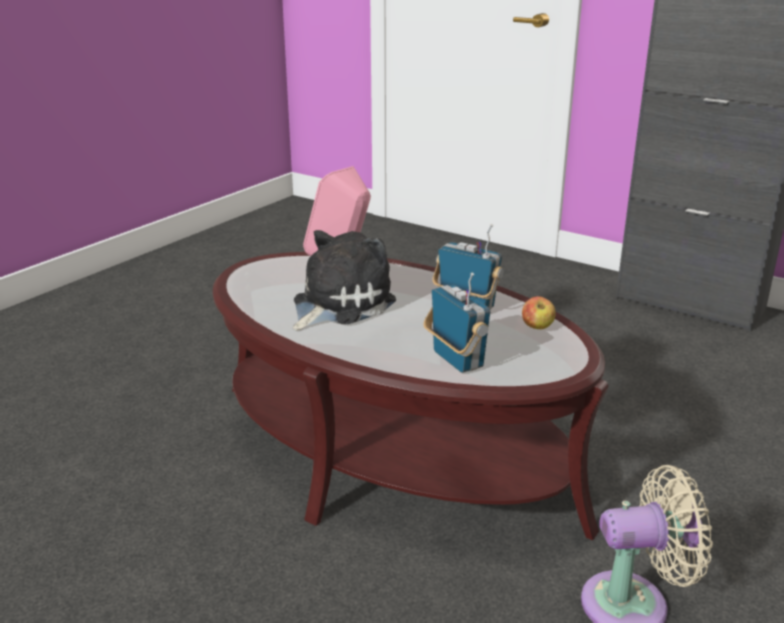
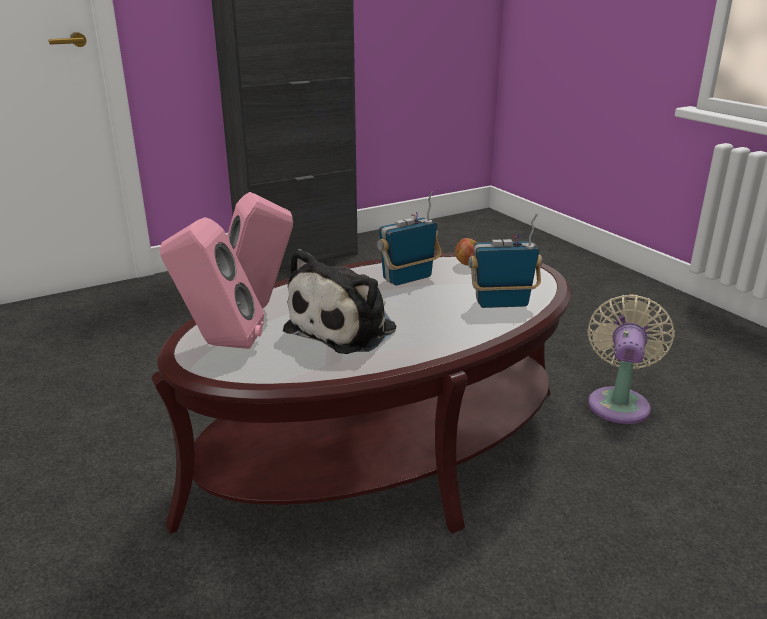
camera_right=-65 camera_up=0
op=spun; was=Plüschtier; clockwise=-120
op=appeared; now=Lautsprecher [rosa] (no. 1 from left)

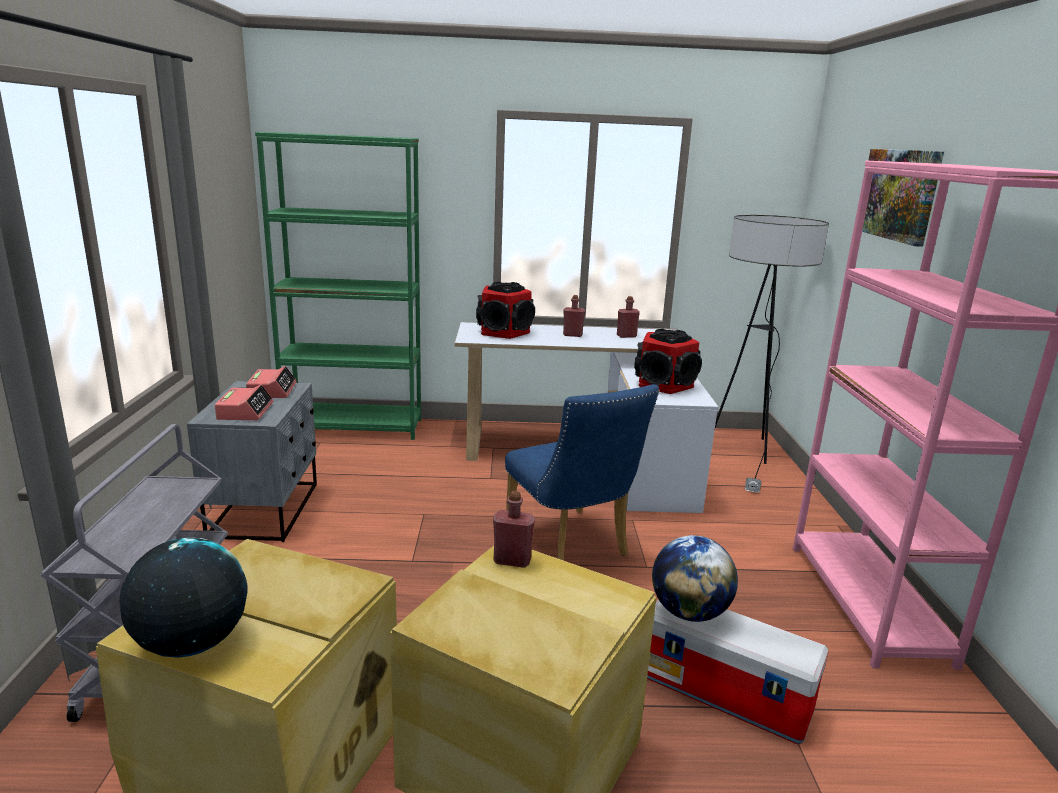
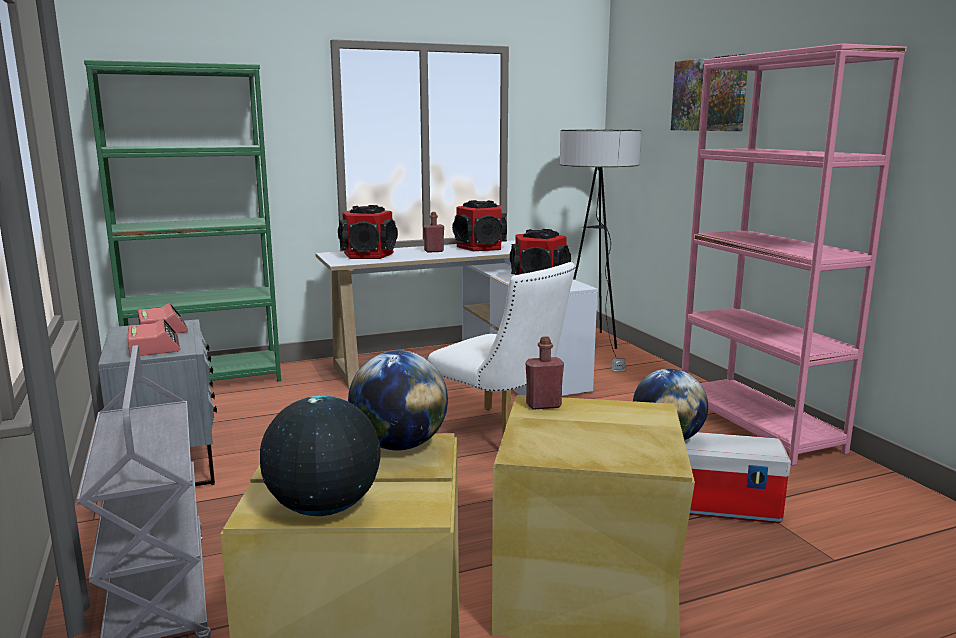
camera_right=-20 camera_up=-5
op=colour; was=Stuhl [blau]; now=Stuhl [weiß]
op=exchanged; was=Flasche [rot] (no. 3 from left); now=Lautsprecher (no. 2 from left)
op=appeared; now=Globus (no. 2 from left)

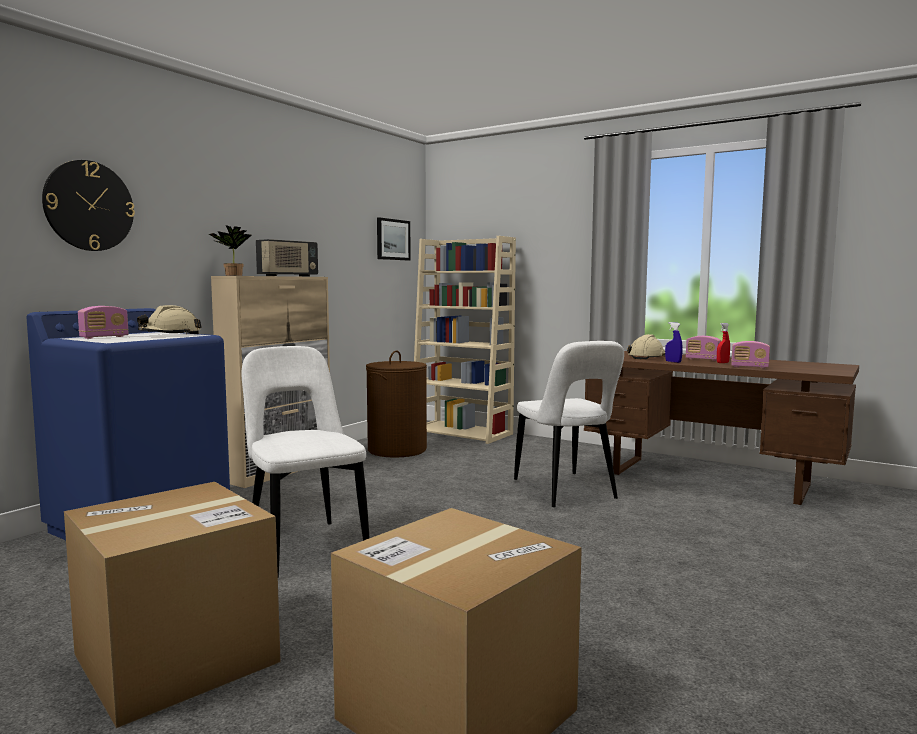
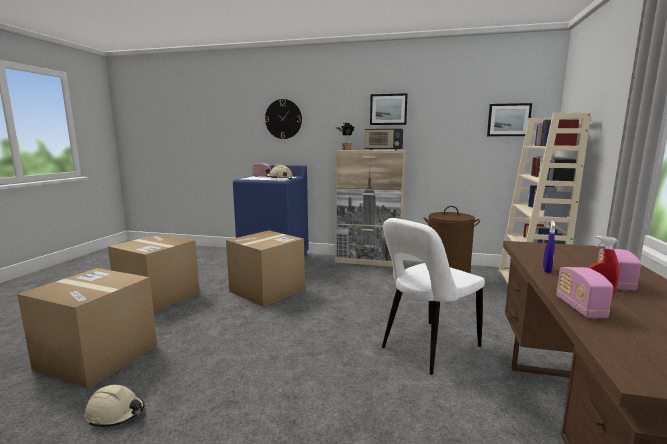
camera_right=70 camera_up=5
op=exchanged; was=Stuhl [weiß] (no. 1 from left); now=Karton (no. 3 from left)
op=relocated; was=Schutzhelm [beige] (no. 2 from left in the first image); now=Schutzhelm [beige] (no. 1 from left)
op=appeared; now=Bild (no. 1 from left)

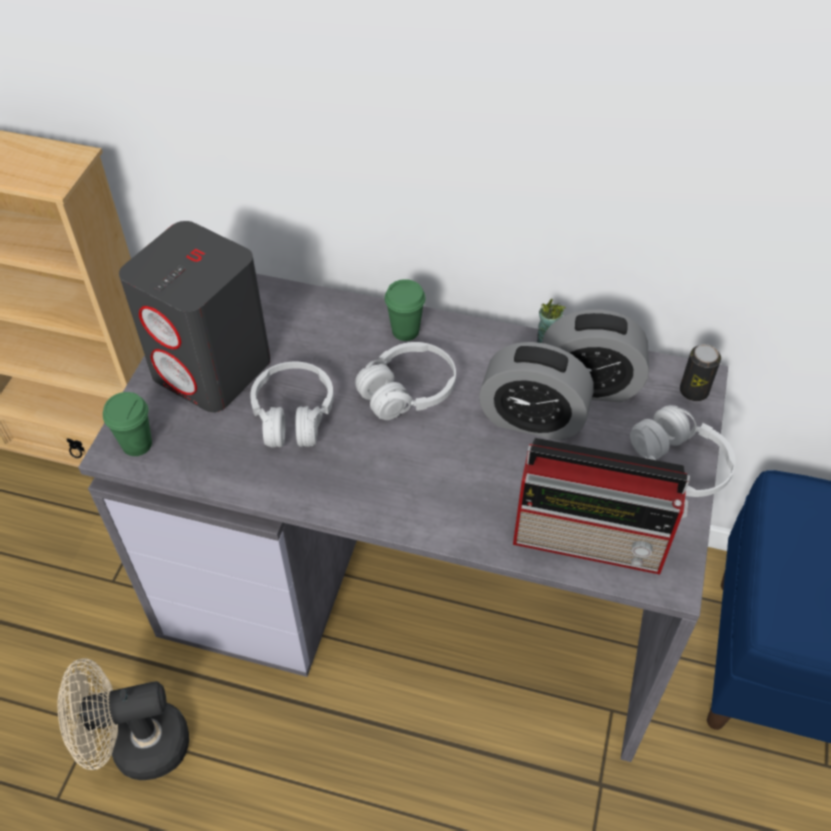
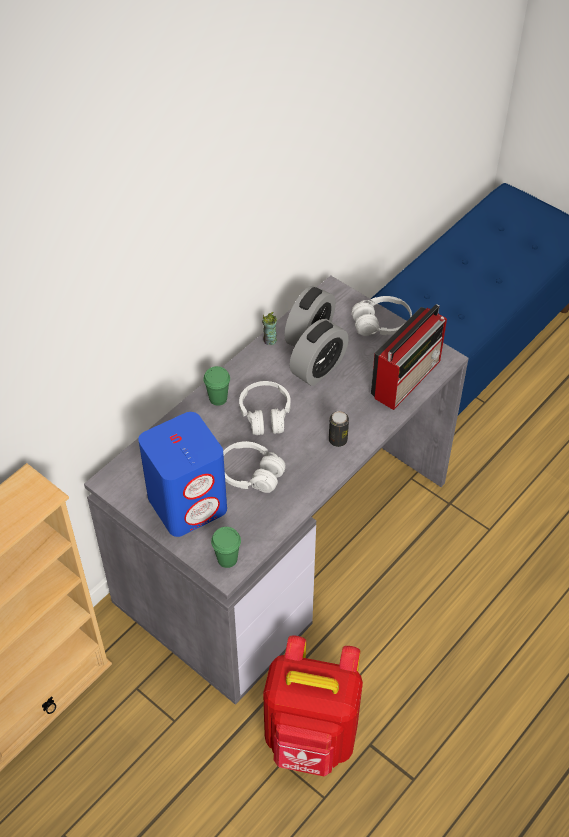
camera_right=-65 camera_up=0
op=exchanged; was=Ventilator [beige]; now=Rucksack [rot]
op=colour; was=Lautsprecher [grau]; now=Lautsprecher [blau]
op=relocated; was=Dose

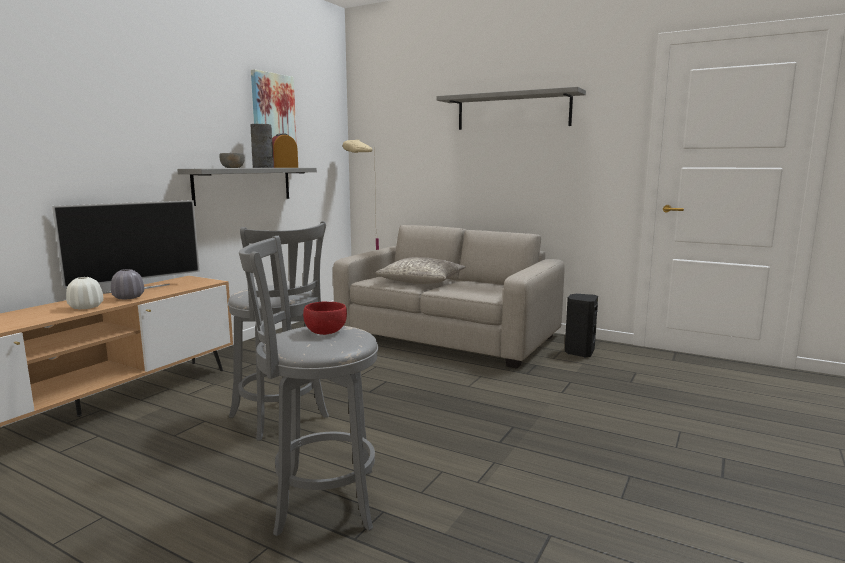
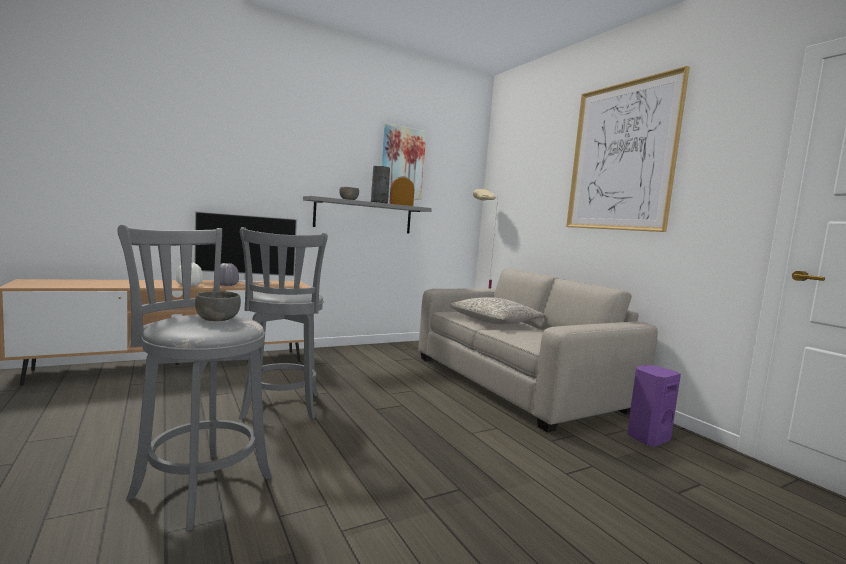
camera_right=30 camera_up=-5
op=colour; was=Schüssel [rot]; now=Schüssel [grau] (no. 1 from left)
op=exchanged; was=Wandregal [grau] (no. 2 from left); now=Bild (no. 2 from left)
op=colour; was=Lautsprecher [schwarz]; now=Lautsprecher [lila]

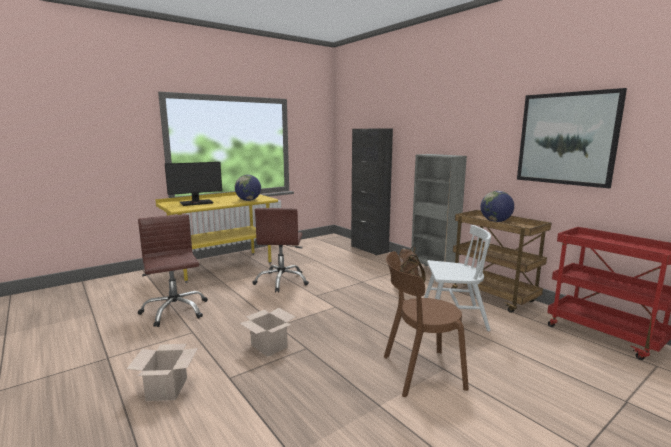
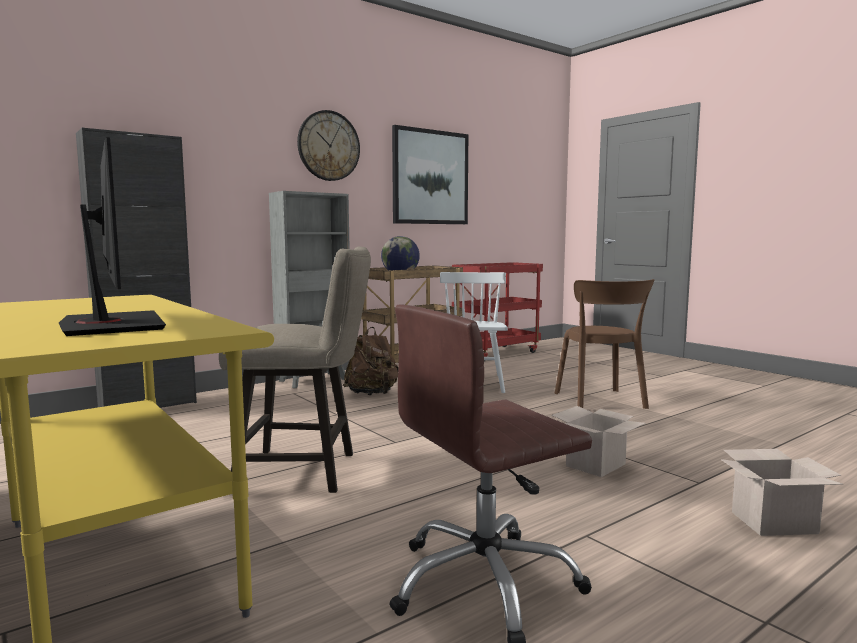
camera_right=-90 camera_up=-5
op=missing; was=Globus (no. 1 from left)
op=exchanged; was=Bürostuhl [braun] (no. 2 from left); now=Hocker [beige]
op=appeared; now=Wanduhr

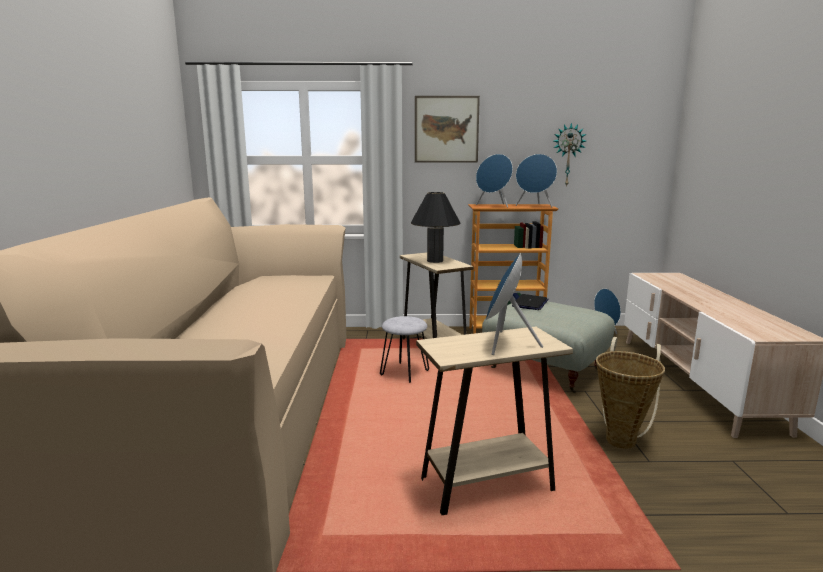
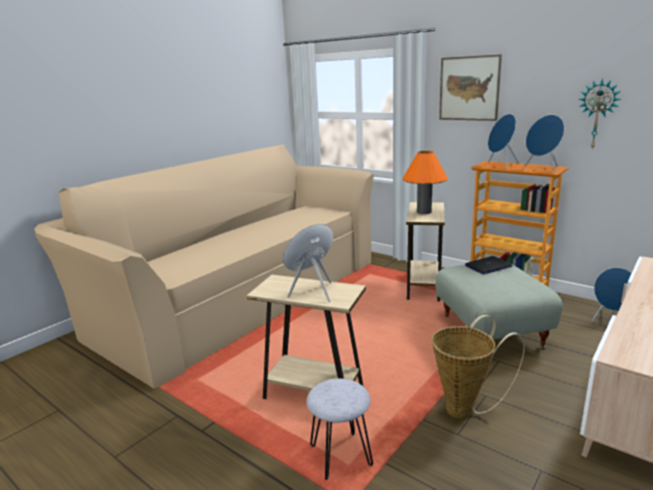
camera_right=40 camera_up=5
op=relocated; was=Hocker [grau]
op=colour; was=Tischlampe [schwarz]; now=Tischlampe [orange]

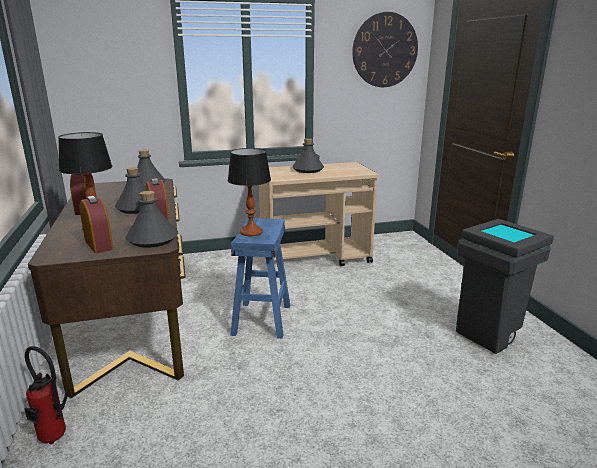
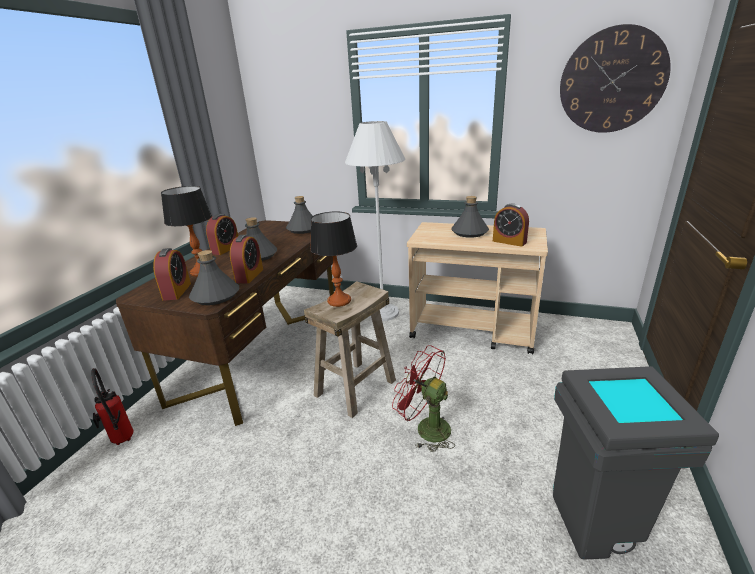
camera_right=35 camera_up=5
op=colour; was=Hocker [blau]; now=Hocker [beige]
op=appeared; now=Stehlampe [weiß]
op=appeared; now=Ventilator [rot]
op=appeared; now=Wecker (no. 4 from left)

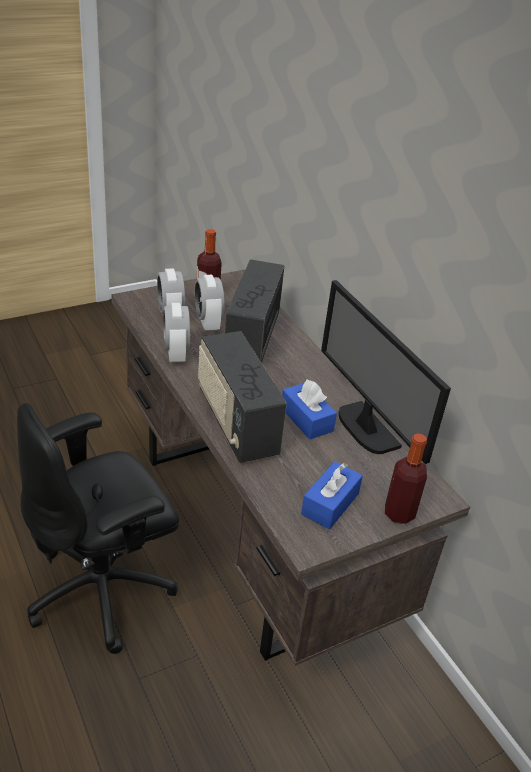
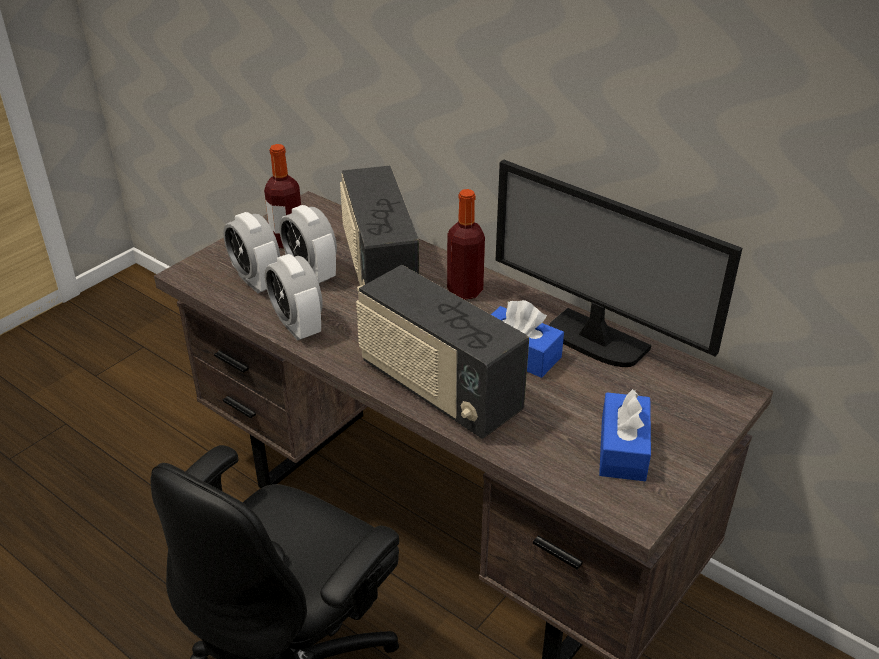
camera_right=-20 camera_up=0
op=relocated; was=Flasche (no. 2 from left)

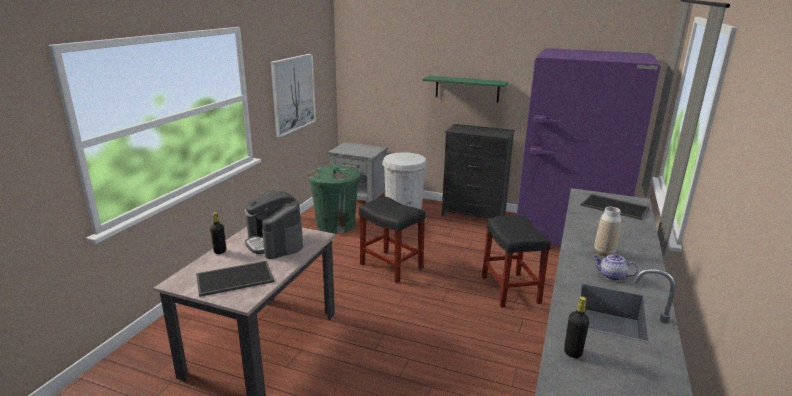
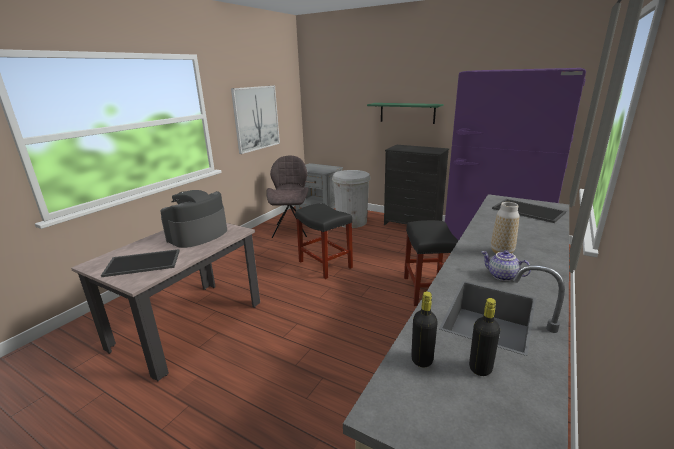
camera_right=10 camera_up=0
op=relocated; was=Flasche [schwarz] (no. 1 from left in the first image); now=Flasche [schwarz] (no. 2 from left)
op=spun; was=Kaffeemaschine; clockwise=60
op=exchanged; was=Mülleimer [grün]; now=Stuhl [grau]

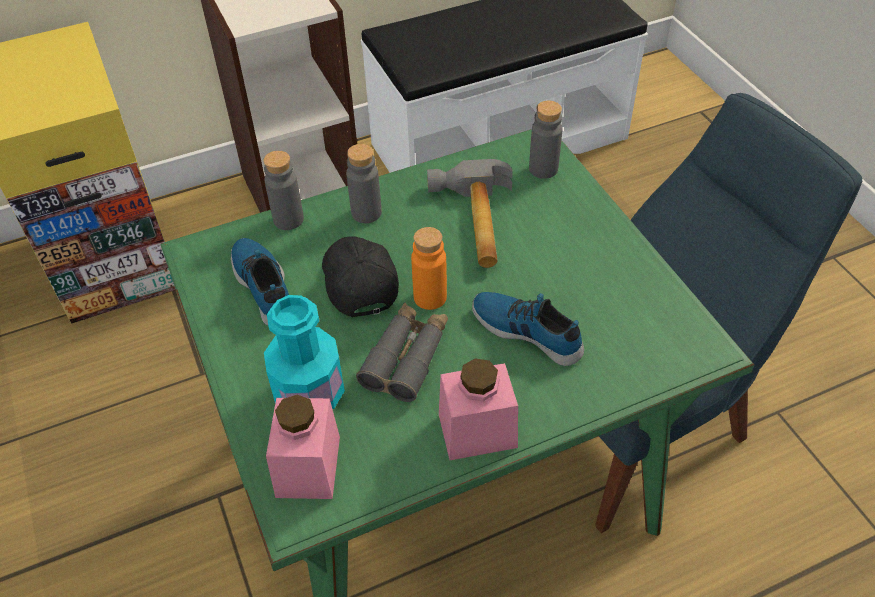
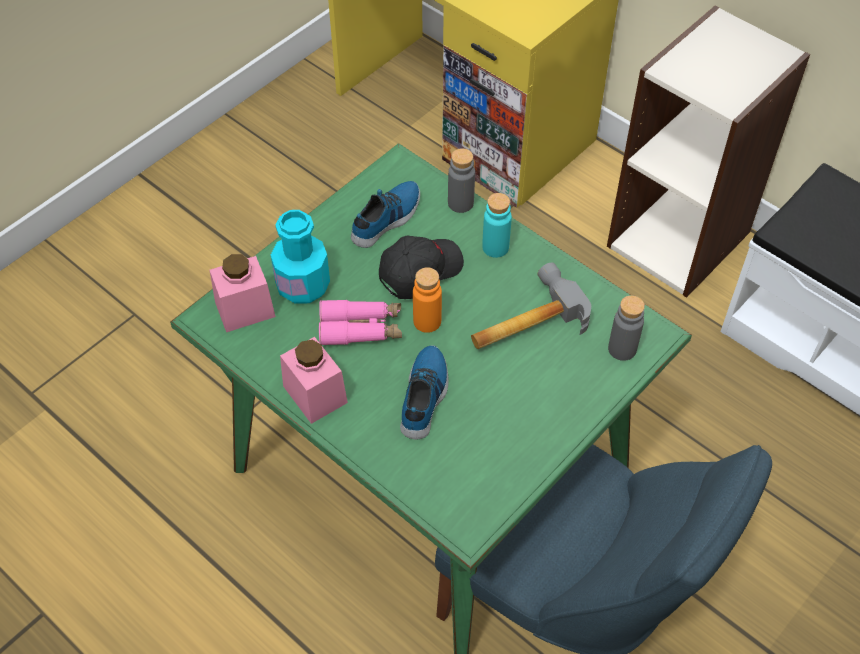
camera_right=65 camera_up=5
op=colour; was=Flasche [grau] (no. 2 from left); now=Flasche [türkis] (no. 2 from left)
op=colour; was=Fernglas [grau]; now=Fernglas [rosa]

